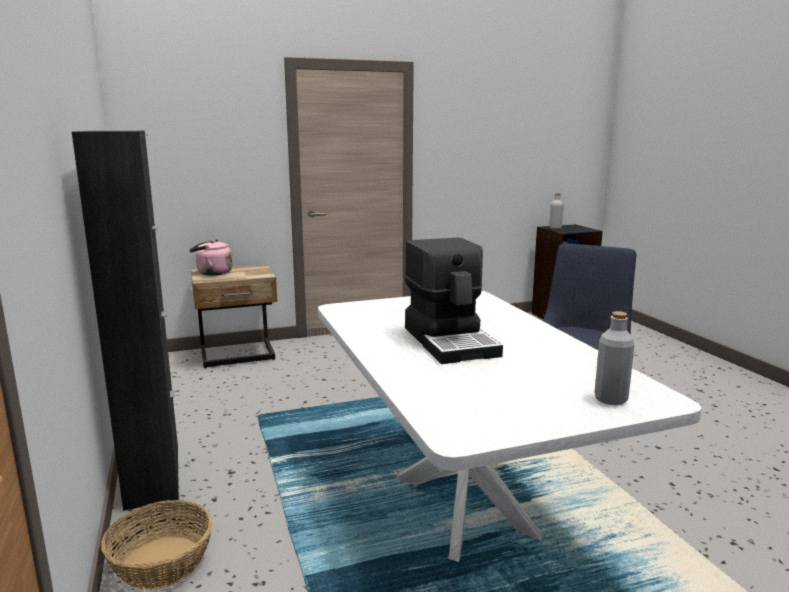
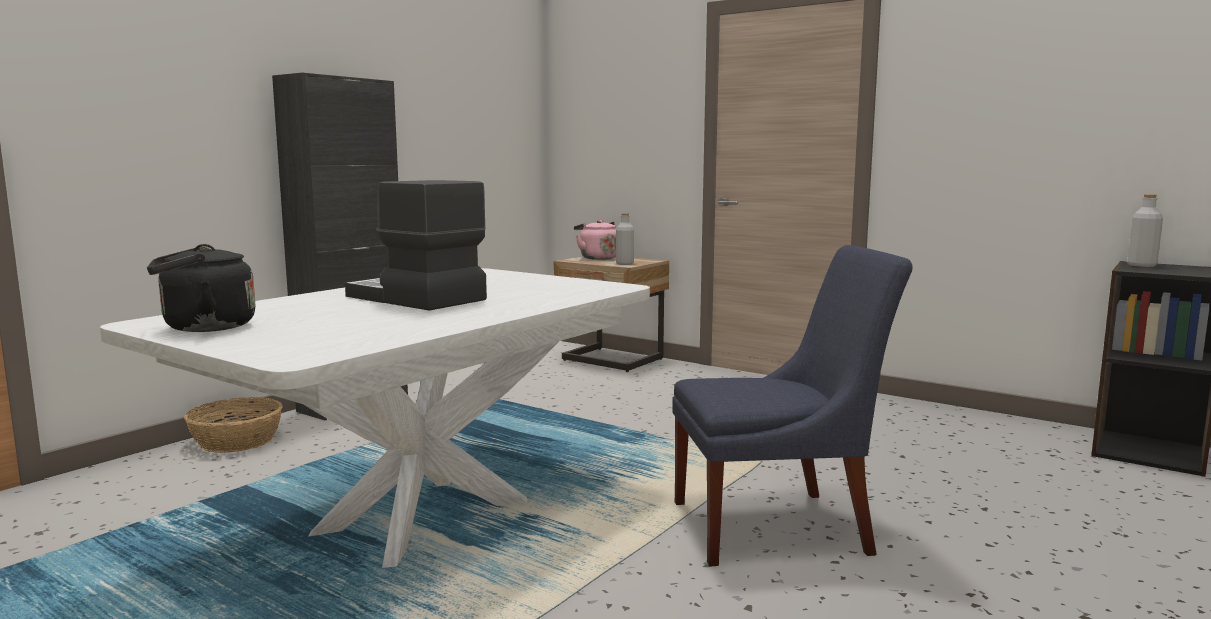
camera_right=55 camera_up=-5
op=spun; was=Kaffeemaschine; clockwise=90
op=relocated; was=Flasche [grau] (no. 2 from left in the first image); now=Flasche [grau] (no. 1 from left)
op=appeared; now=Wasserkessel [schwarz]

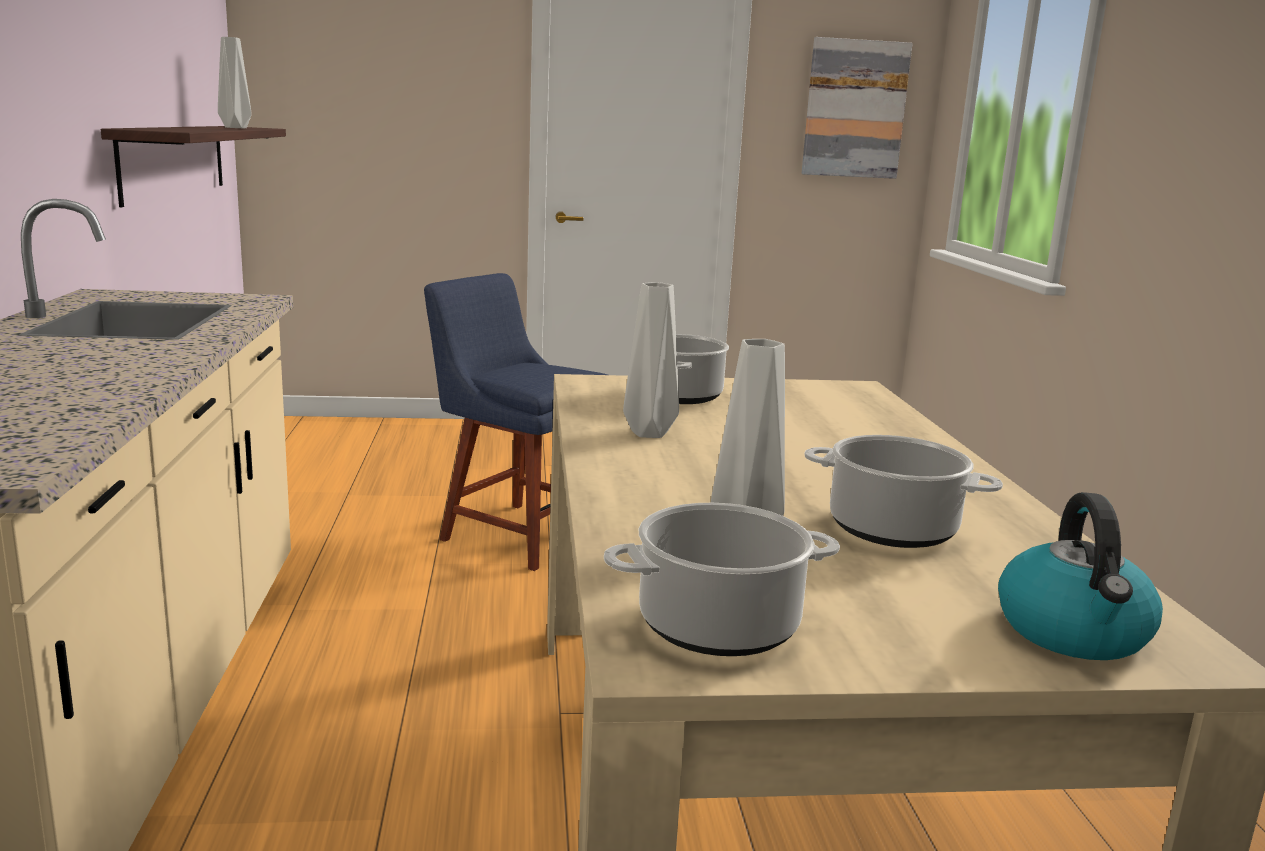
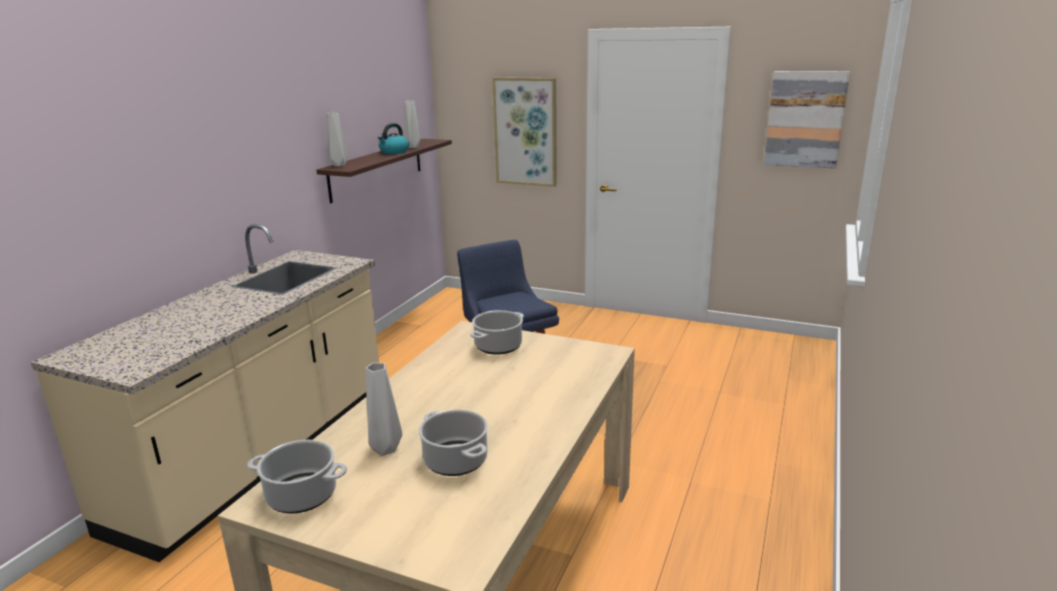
camera_right=30 camera_up=5
op=relocated; was=Vase [grau] (no. 2 from left in the first image); now=Vase [grau] (no. 1 from left)
op=relocated; was=Wasserkessel
op=appeared; now=Bild (no. 1 from left)

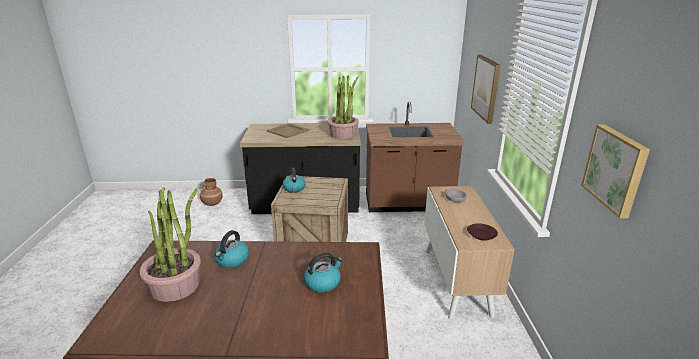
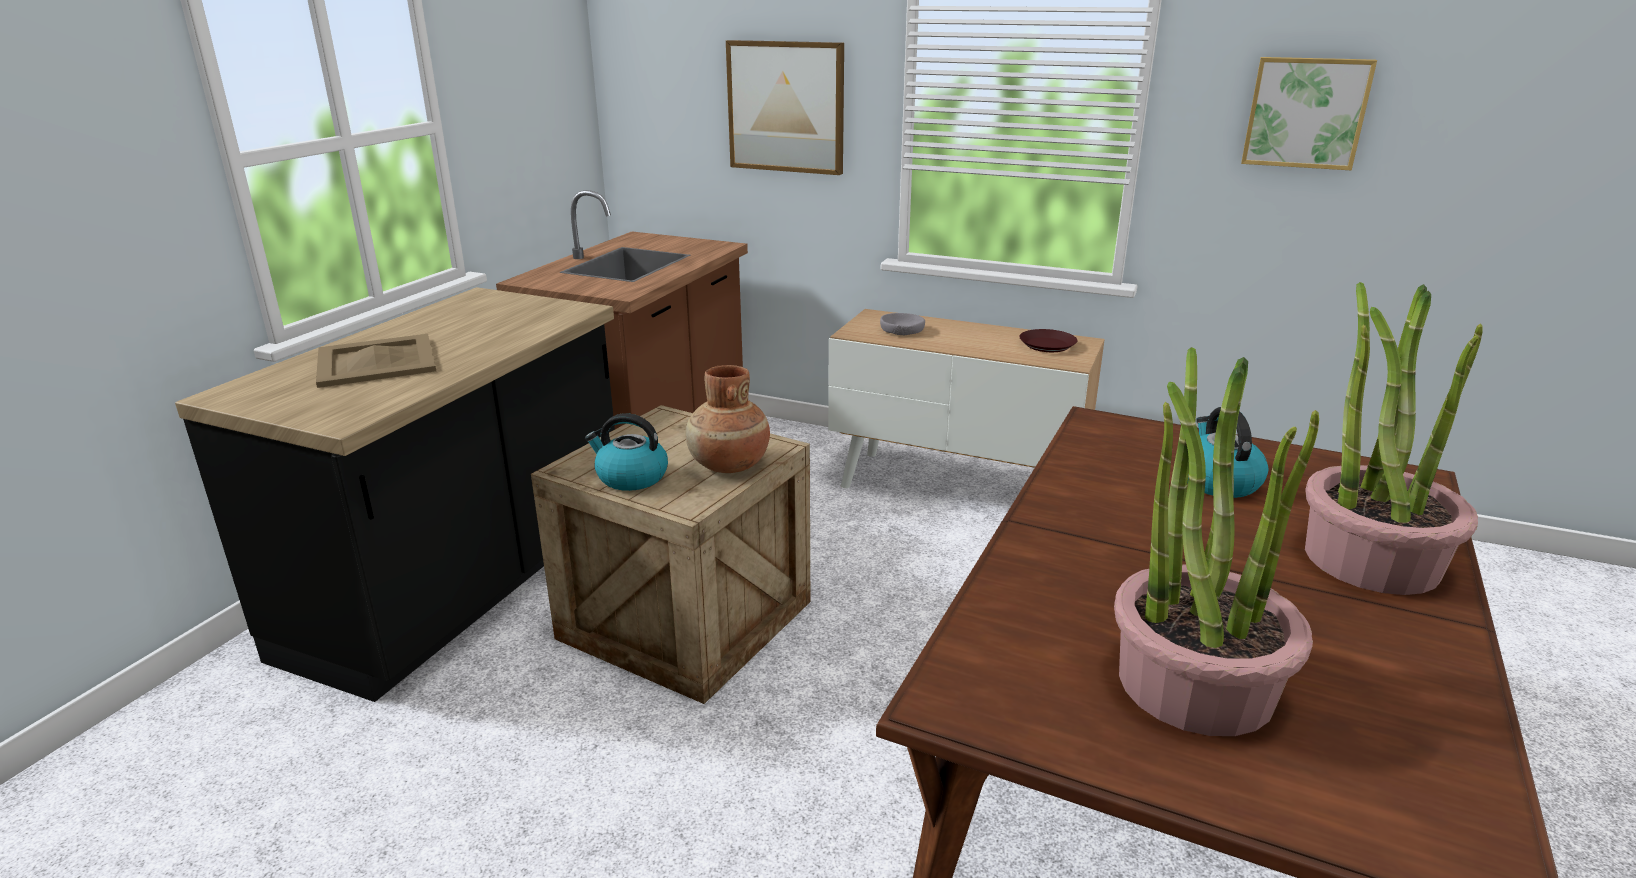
camera_right=-65 camera_up=0
op=relocated; was=Vase [braun]
op=missing; was=Wasserkessel (no. 1 from left)
op=relocated; was=Topfpflanze (no. 2 from left)

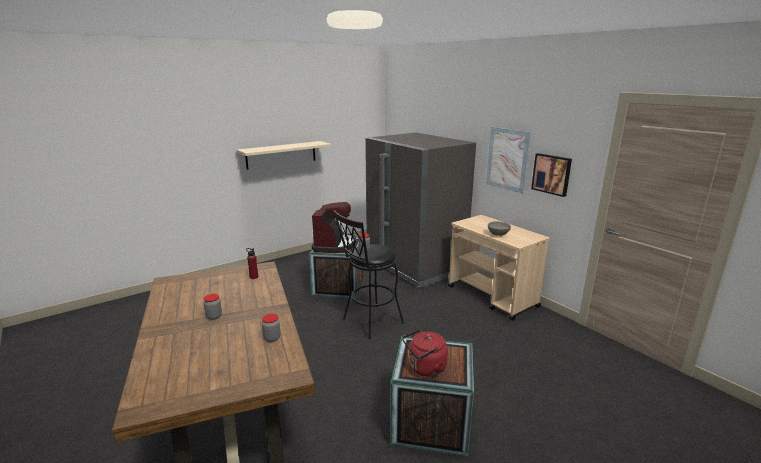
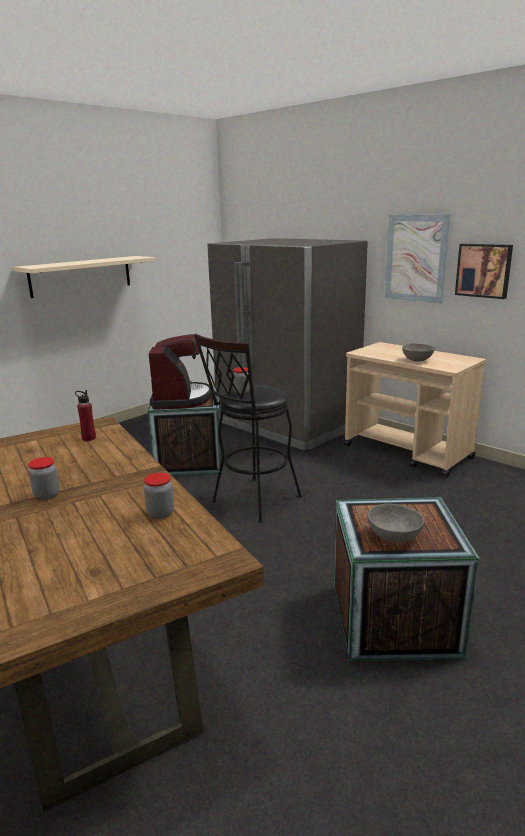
camera_right=-10 camera_up=0
op=exchanged; was=Wasserkessel [rot]; now=Schüssel [grau] (no. 1 from left)

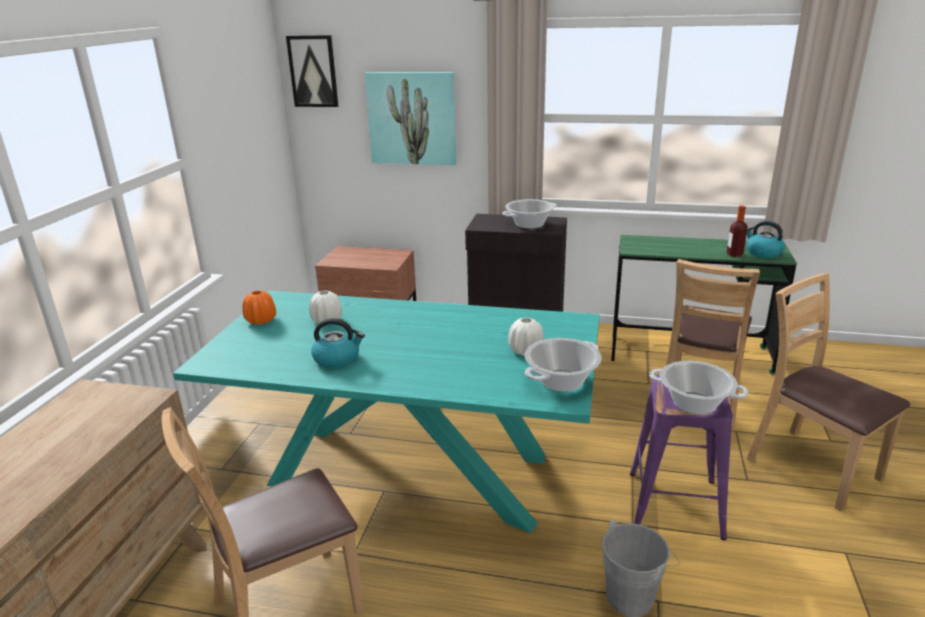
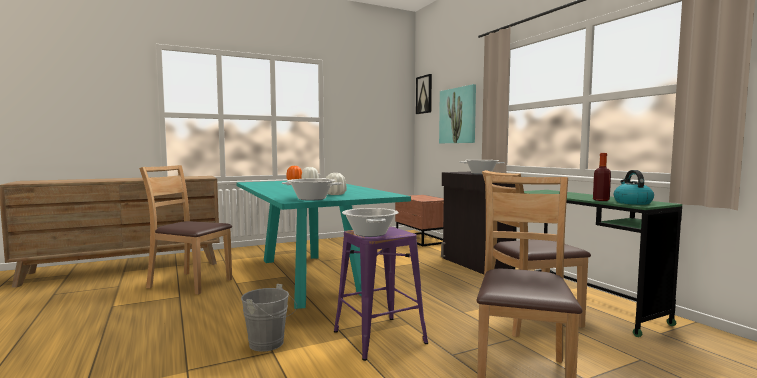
camera_right=50 camera_up=-20
op=missing; was=Wasserkessel (no. 1 from left)

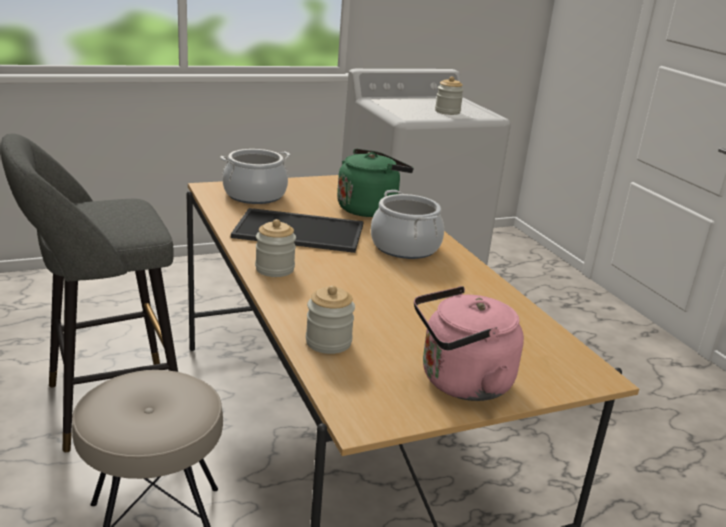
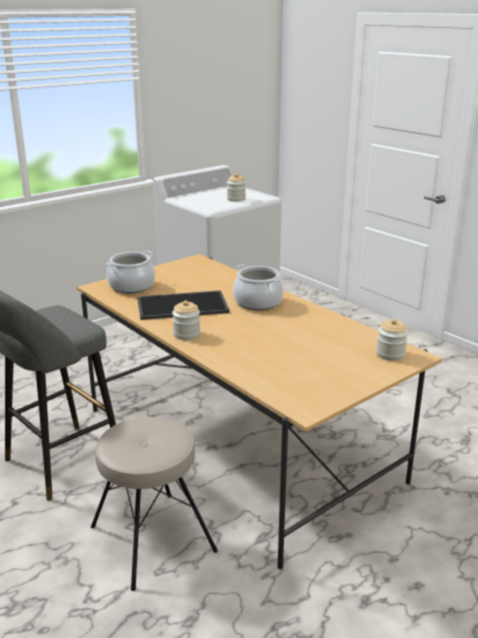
camera_right=-15 camera_up=0
op=relocated; was=Vorratsglas (no. 2 from left in the first image); now=Vorratsglas (no. 3 from left)
op=missing; was=Wasserkessel [grün]
op=missing; was=Wasserkessel [rosa]

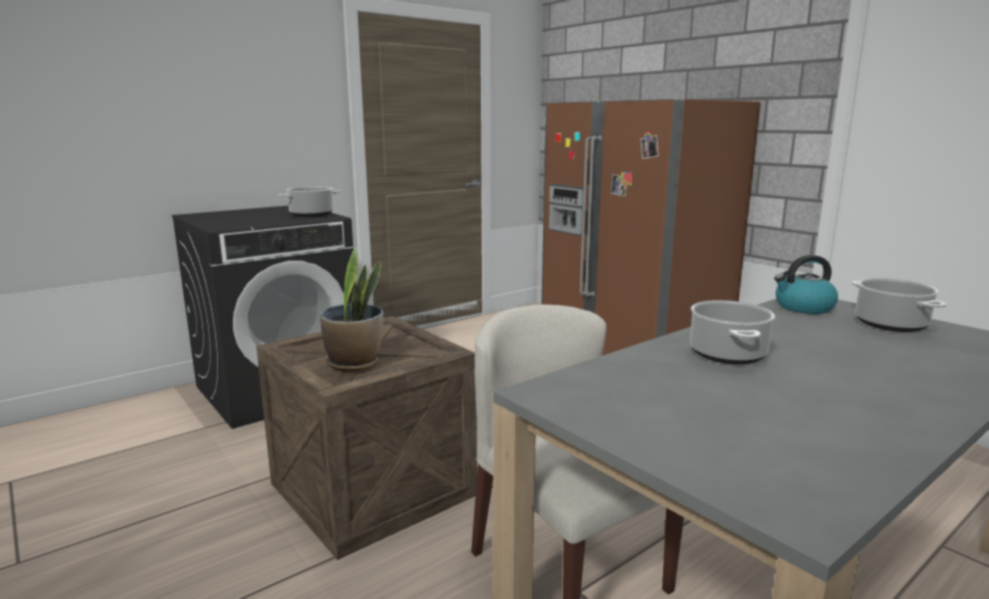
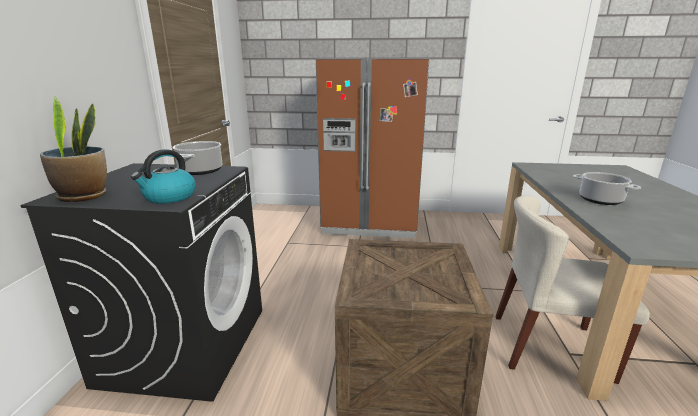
camera_right=-45 camera_up=5
op=relocated; was=Topfpflanze
op=relocated; was=Wasserkessel
op=missing; was=Kochtopf (no. 3 from left)

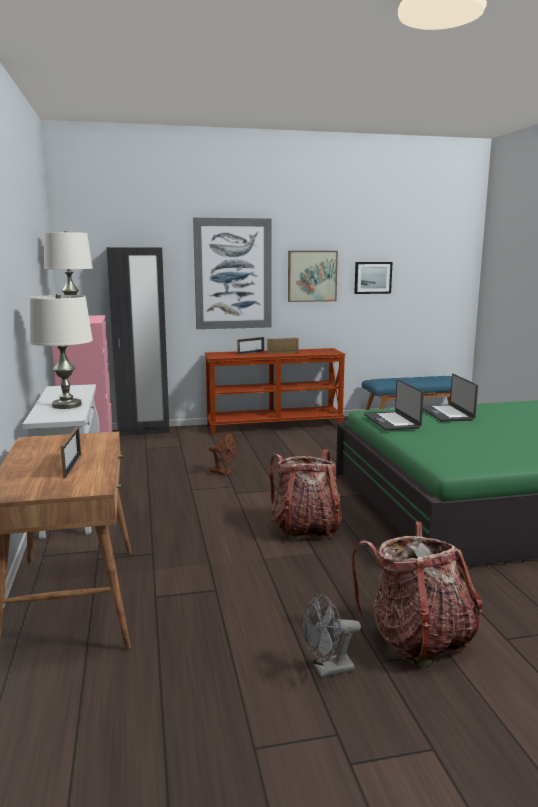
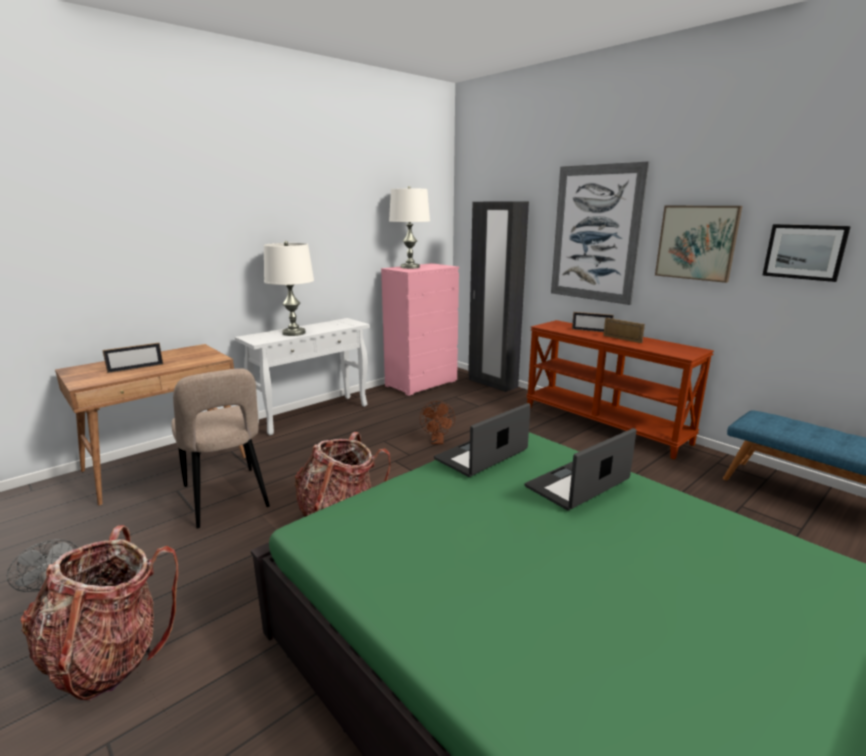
camera_right=60 camera_up=5
op=appeared; now=Stuhl [beige]

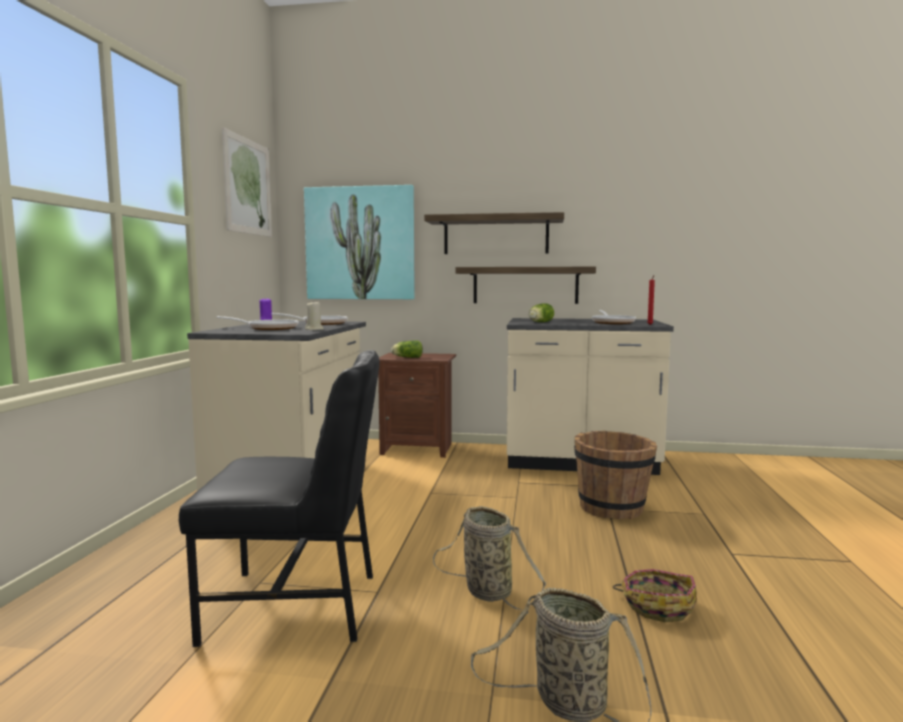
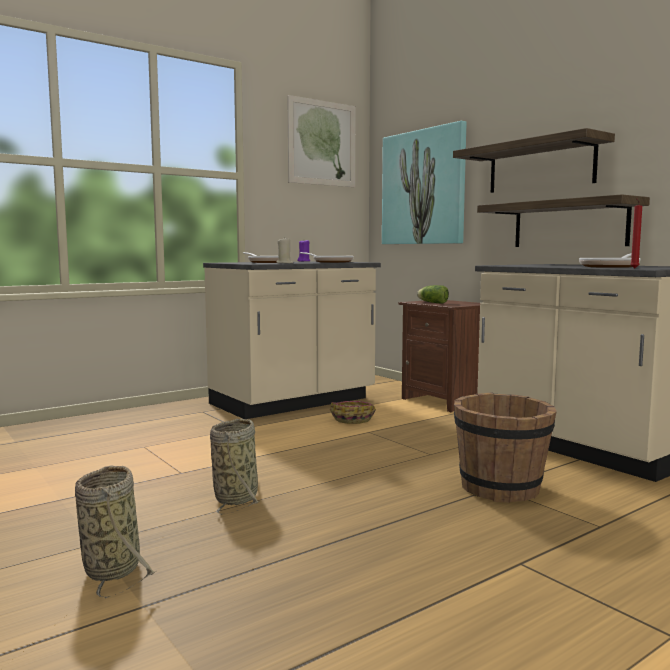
camera_right=45 camera_up=0
op=missing; was=Stuhl [schwarz]
op=missing; was=Salatkopf (no. 2 from left)
op=relocated; was=Korb (no. 3 from left)

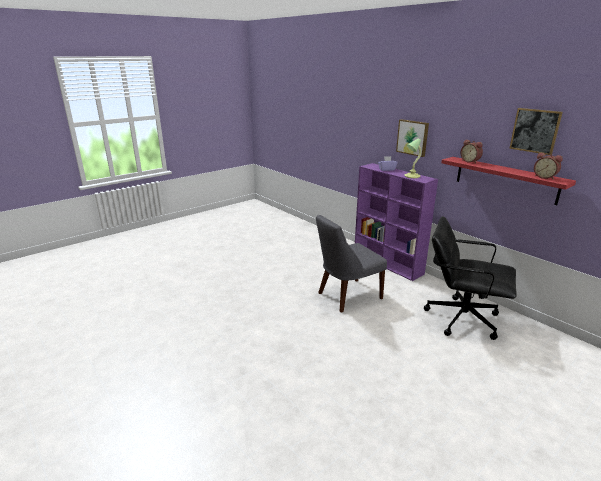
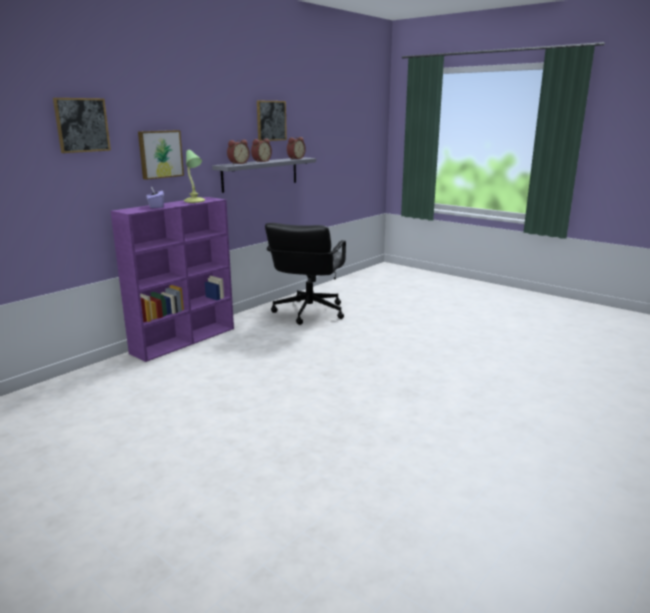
camera_right=-100 camera_up=-5
op=missing; was=Stuhl [grau]
op=colour; was=Wandregal [rot]; now=Wandregal [grau]
op=appeared; now=Bild (no. 1 from left)
op=appeared; now=Wecker (no. 2 from left)

